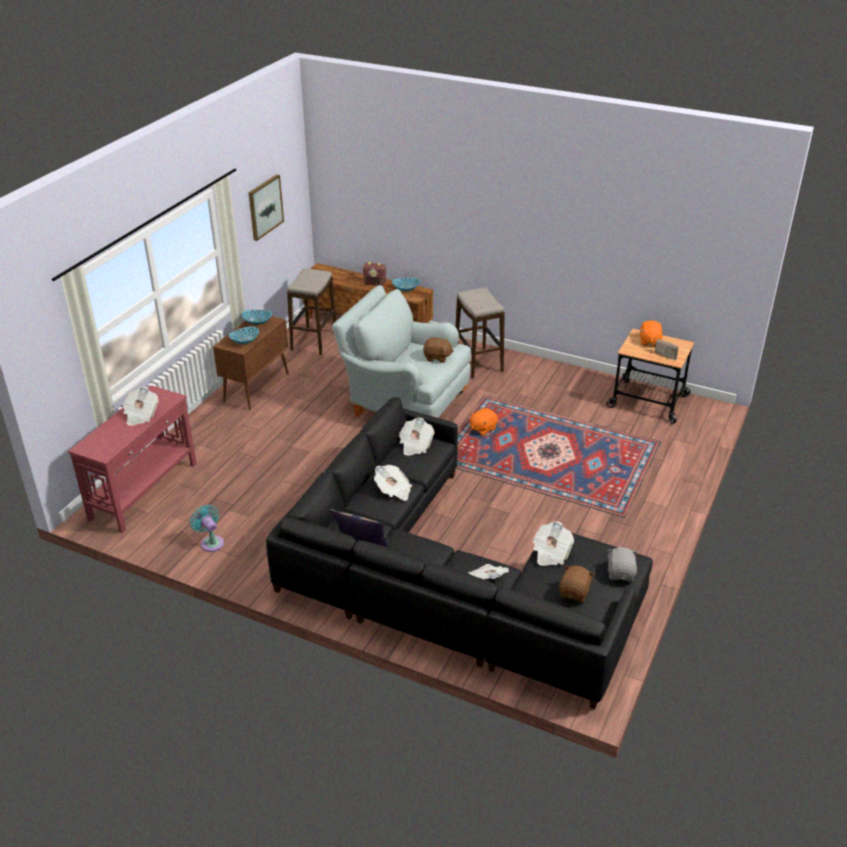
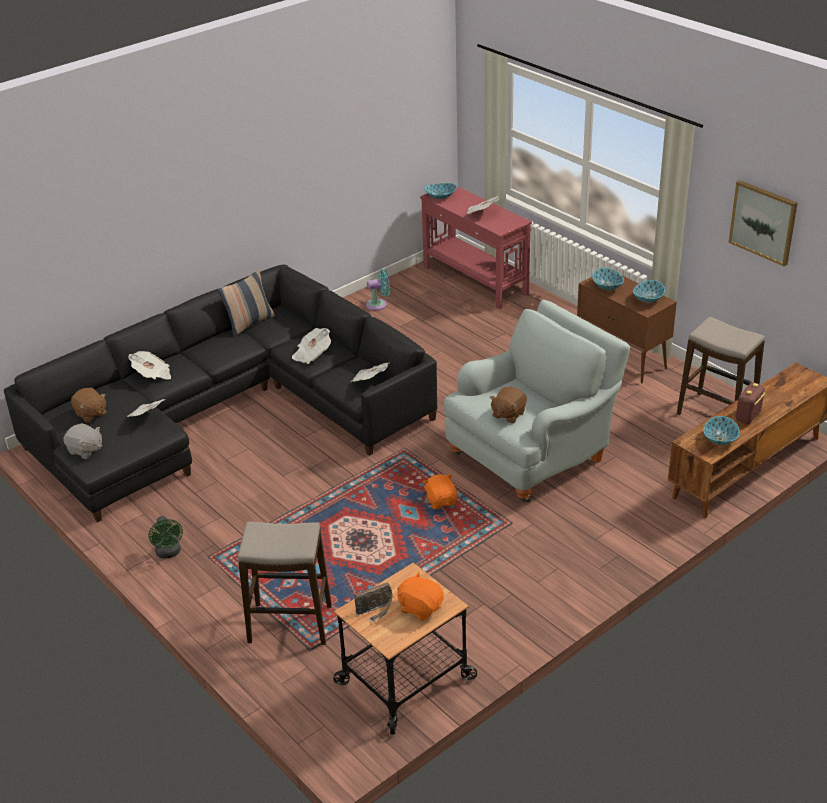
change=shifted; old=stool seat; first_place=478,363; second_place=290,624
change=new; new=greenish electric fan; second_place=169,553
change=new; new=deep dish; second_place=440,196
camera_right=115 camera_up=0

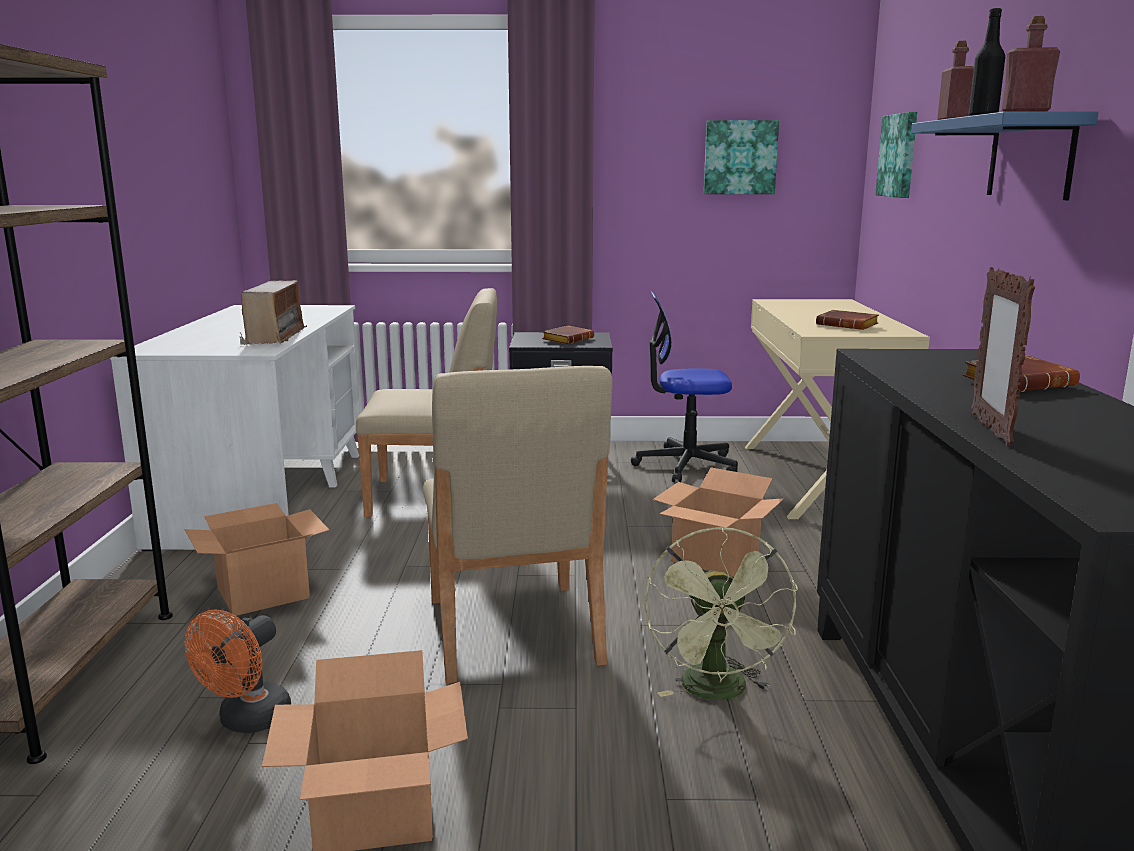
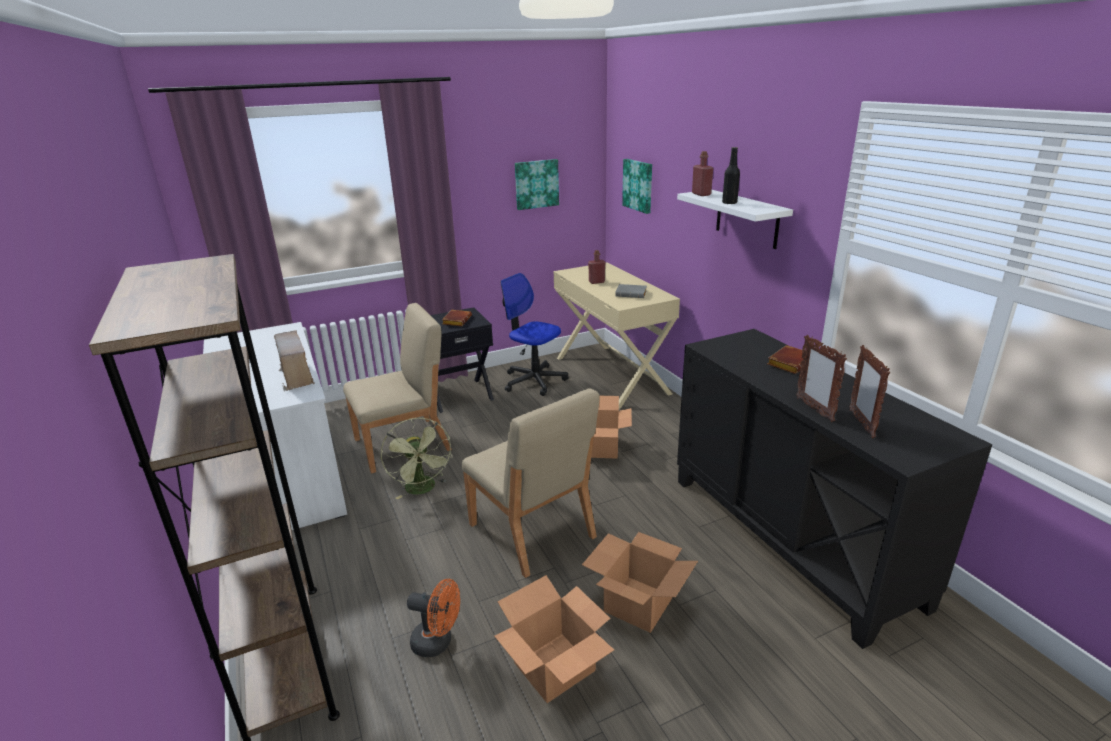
change=shifted; old=cardboard box; first_place=262,594; second_place=638,605
change=rotated; old=orange electric fan; first_place=247,722; second_place=438,642; degrees=-75
change=rotated; old=computer chair; first_place=686,465; second_place=534,381; degrees=60
change=shifted; old=greenish electric fan; first_place=718,692; second_place=423,489
change=repainted; old=brown volume; new=greyish volume; first_place=849,325; second_place=632,294
change=repainted; old=bluish wall shelf; new=white-coloured wall shelf; first_place=1030,158; second_place=747,219
change=shifted; old=red bottle; first_place=1025,112; second_place=596,282
change=new; new=standing frame; second_place=861,423
camera_right=-25 camera_up=10

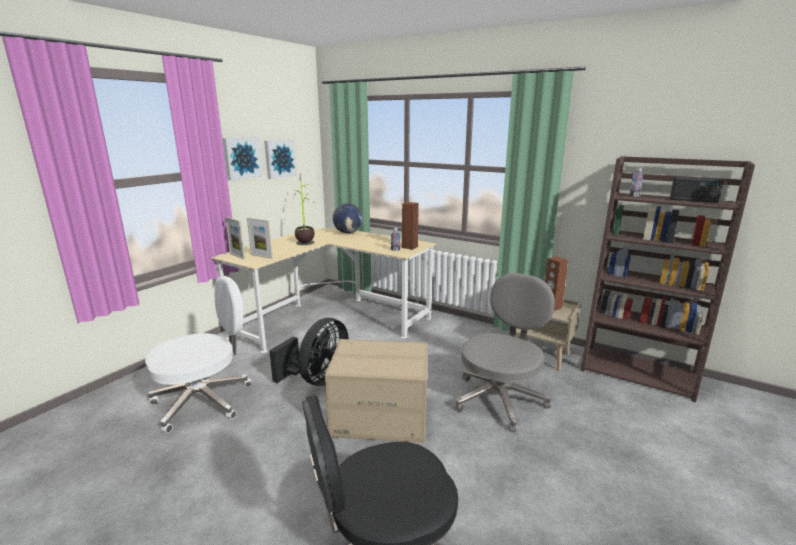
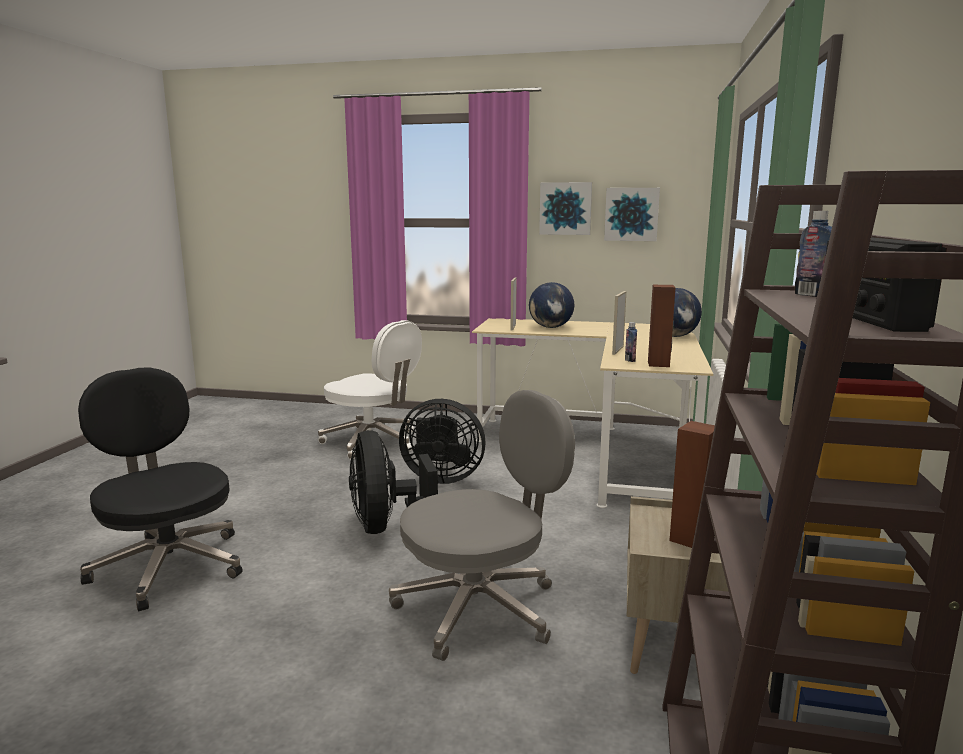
change=shifted; old=standing frame; first_place=237,256; second_place=617,350
change=gone; old=plant in a pot; first_place=305,239
change=swapped; old=cardboard box; new=blackish electric fan; first_place=380,416; second_place=386,525
change=rotated; old=greyish computer chair; first_place=500,398; second_place=480,608; degrees=-45
change=new; new=globe; second_place=551,327
camera_right=70 camera_up=-5

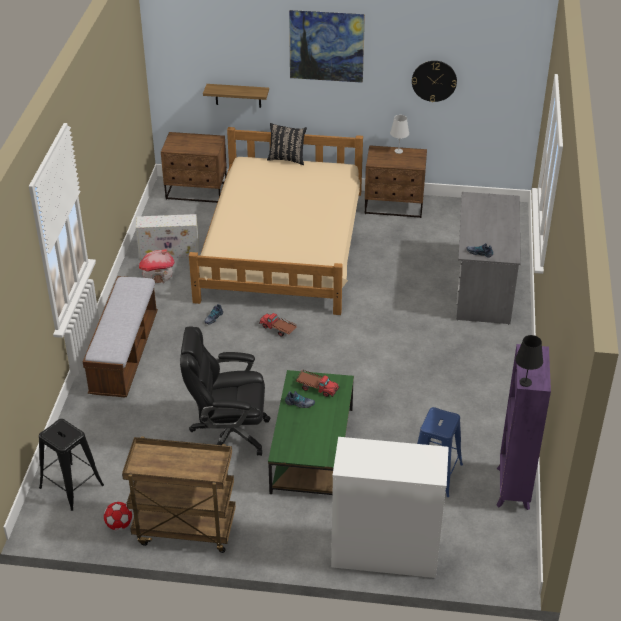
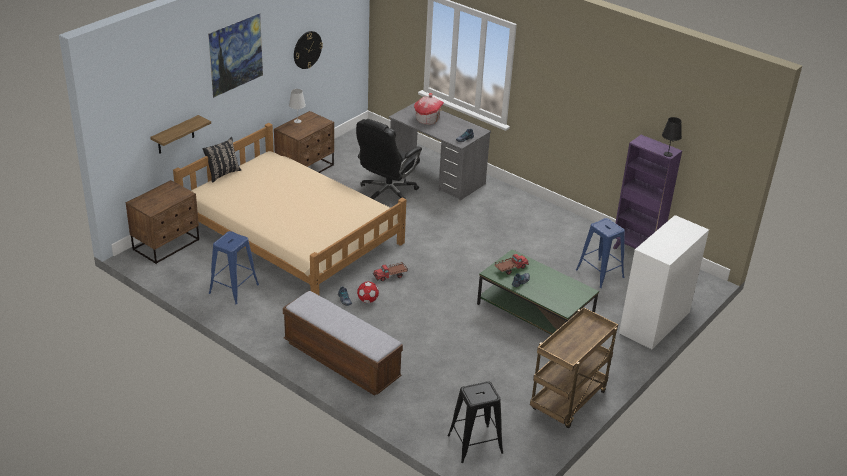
change=shifted; old=football ball; first_place=119,525; second_place=367,300
change=swapped; old=white-coloured storage box; new=bluish stool seat; first_place=170,252; second_place=233,289
change=shifted; old=toy house; first_place=158,276; second_place=427,119
change=shifted; old=blackish computer chair; first_place=228,434; second_place=387,193
camera_right=-60 camera_up=-5

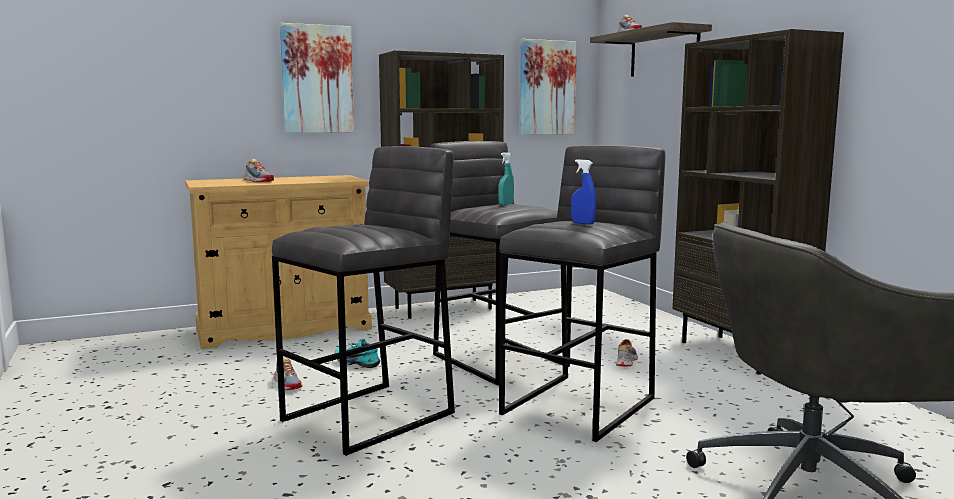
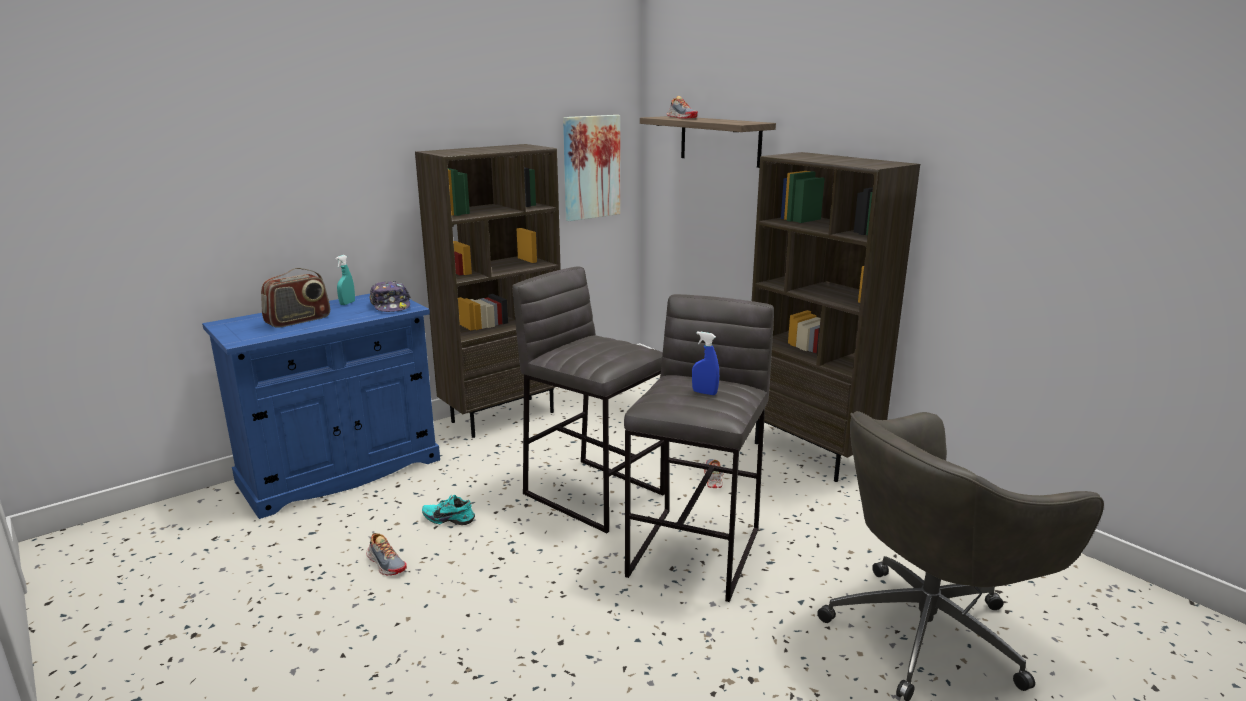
change=repainted; old=beige-coloured storage cabinet; new=bluish storage cabinet; first_place=284,328; second_place=340,471
change=swapped; old=item of footwear; new=radio; first_place=258,181; second_place=298,320
change=gone; old=greyish stool seat; first_place=370,416
change=gone; old=wall art; first_place=317,79
change=shifted; old=blue-green spray bottle; first_place=506,204; second_place=347,303
change=new; new=cap; second_place=391,305
camera_right=-15 camera_up=10

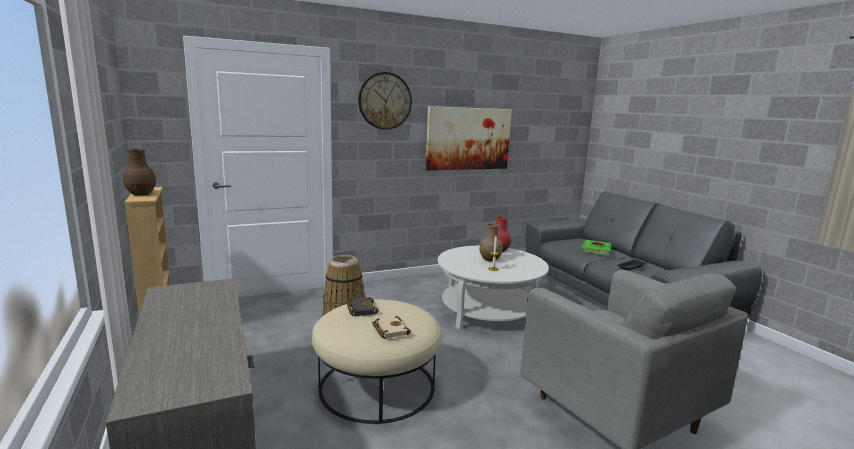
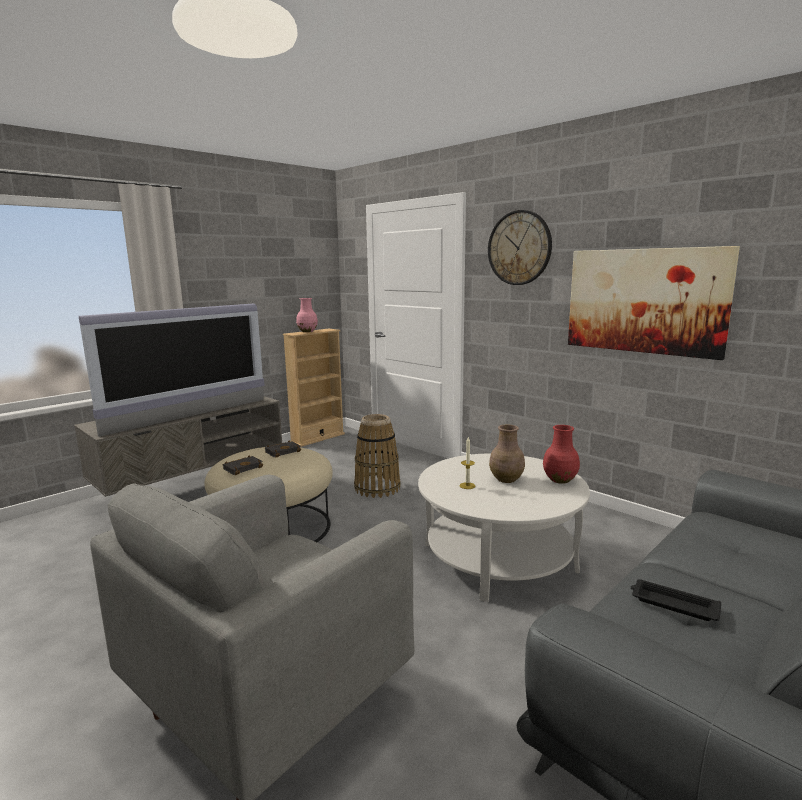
change=repainted; old=brown vase; new=pink vase; first_place=140,194; second_place=307,331
change=repainted; old=beige-coloured volume; new=blackish volume; first_place=389,330; second_place=243,467
change=gone; old=greenish volume; first_place=596,250
change=new; new=TV; second_place=190,416
camera_right=70 camera_up=0

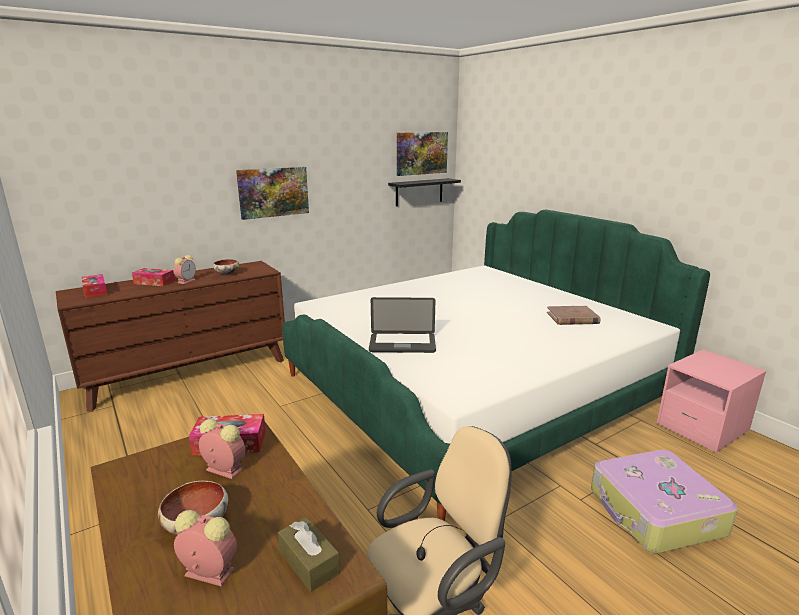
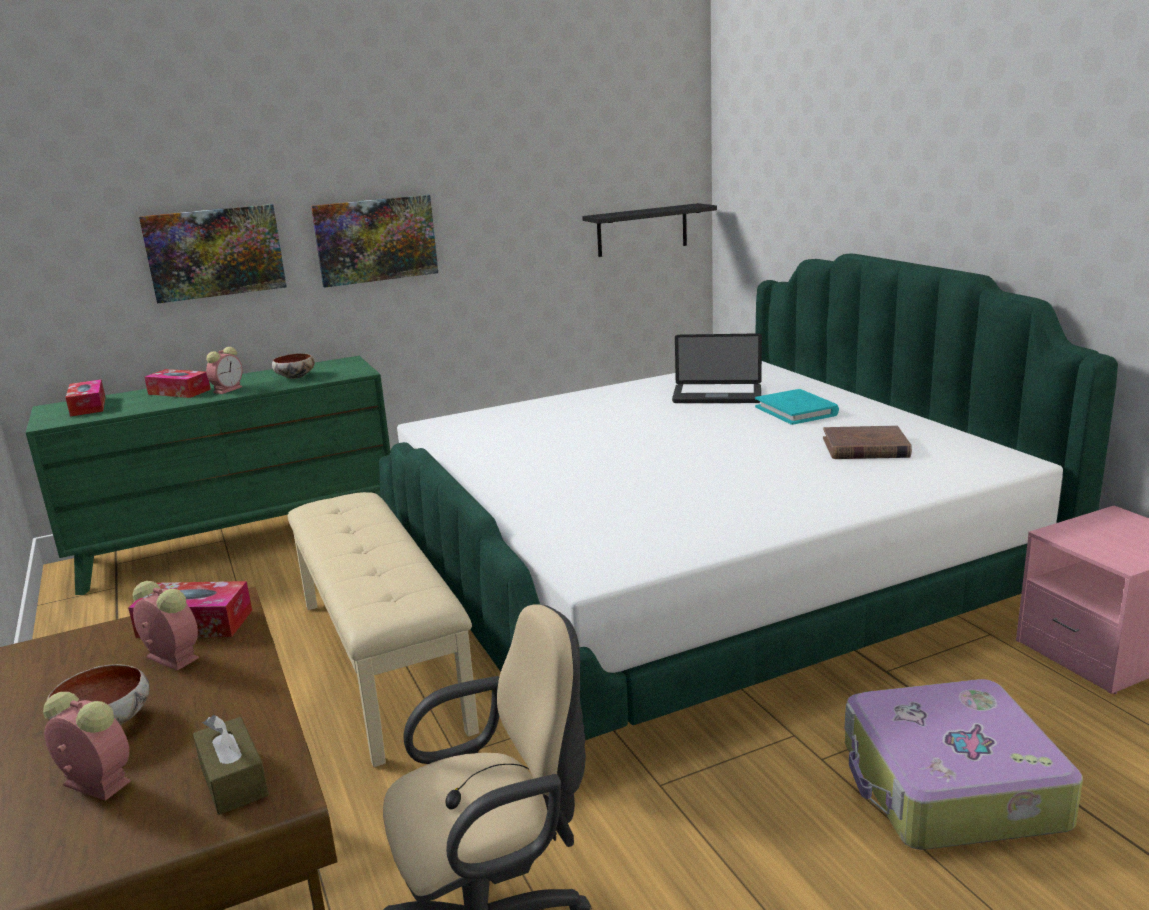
change=repainted; old=brown chest of drawers; new=greenish chest of drawers; first_place=189,373; second_place=240,541
change=shifted; old=laptop; first_place=402,344; second_place=717,395
change=shifted; old=wall art; first_place=421,153; second_place=215,252
change=new; new=beige-coloured bench; second_place=384,662
change=new; new=blue-green volume; second_place=796,411
camera_right=10 camera_up=0

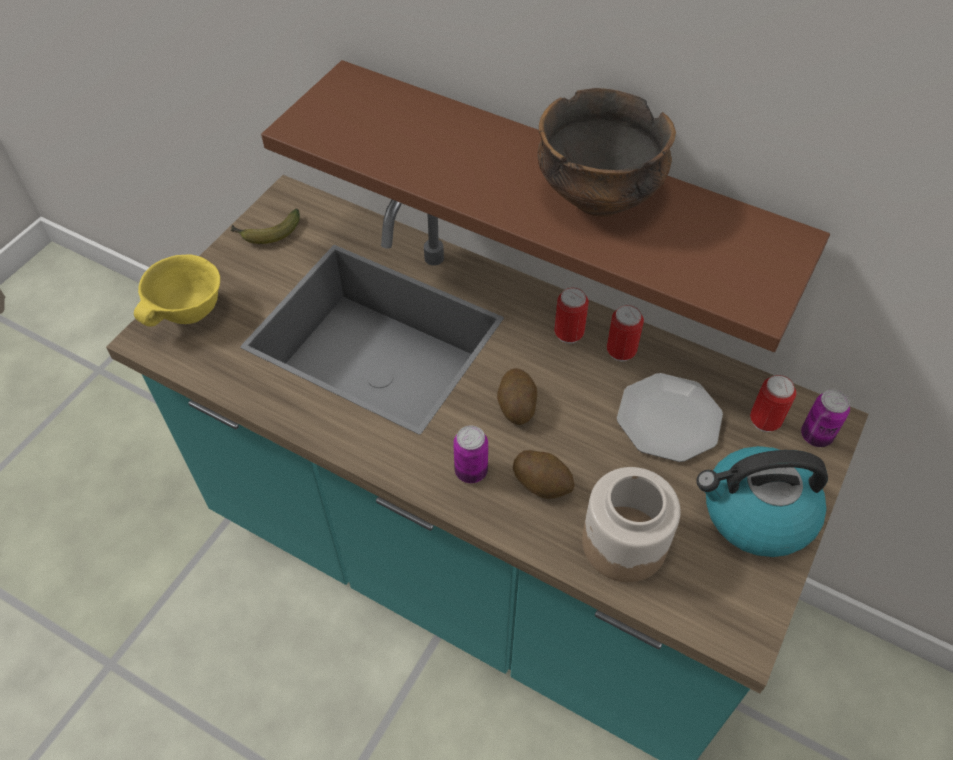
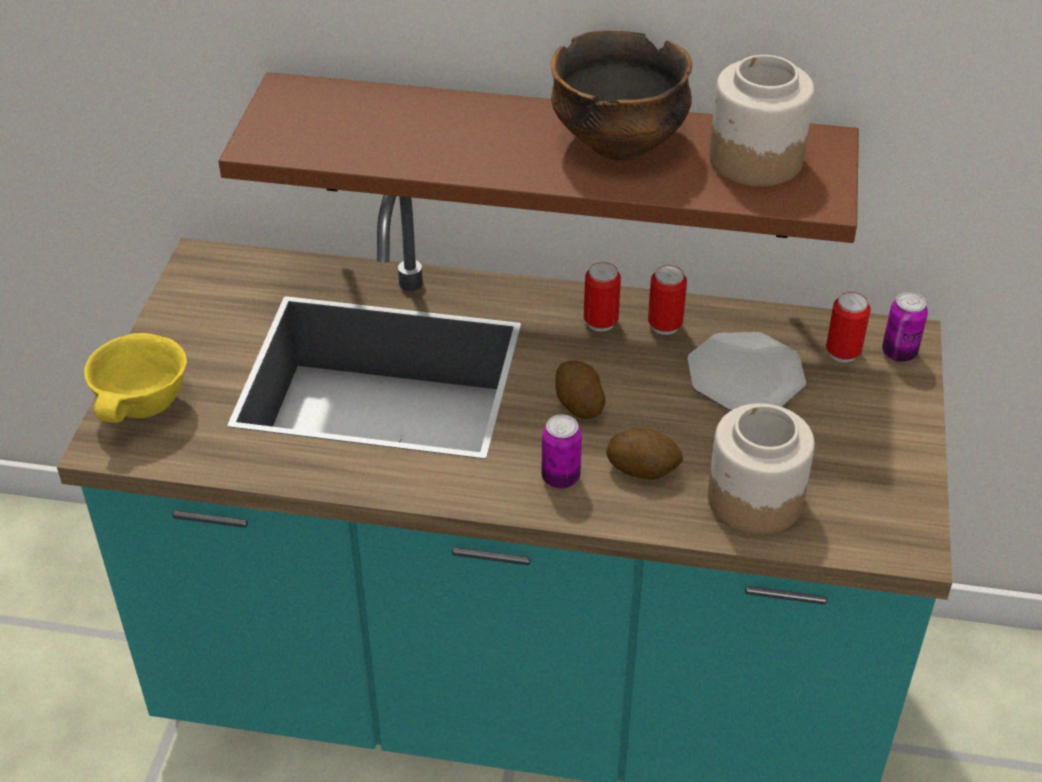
change=gone; old=banana; first_place=267,233
change=gone; old=kettle; first_place=755,514
change=new; new=preserve jar; second_place=755,159
camera_right=-20 camera_up=-10

